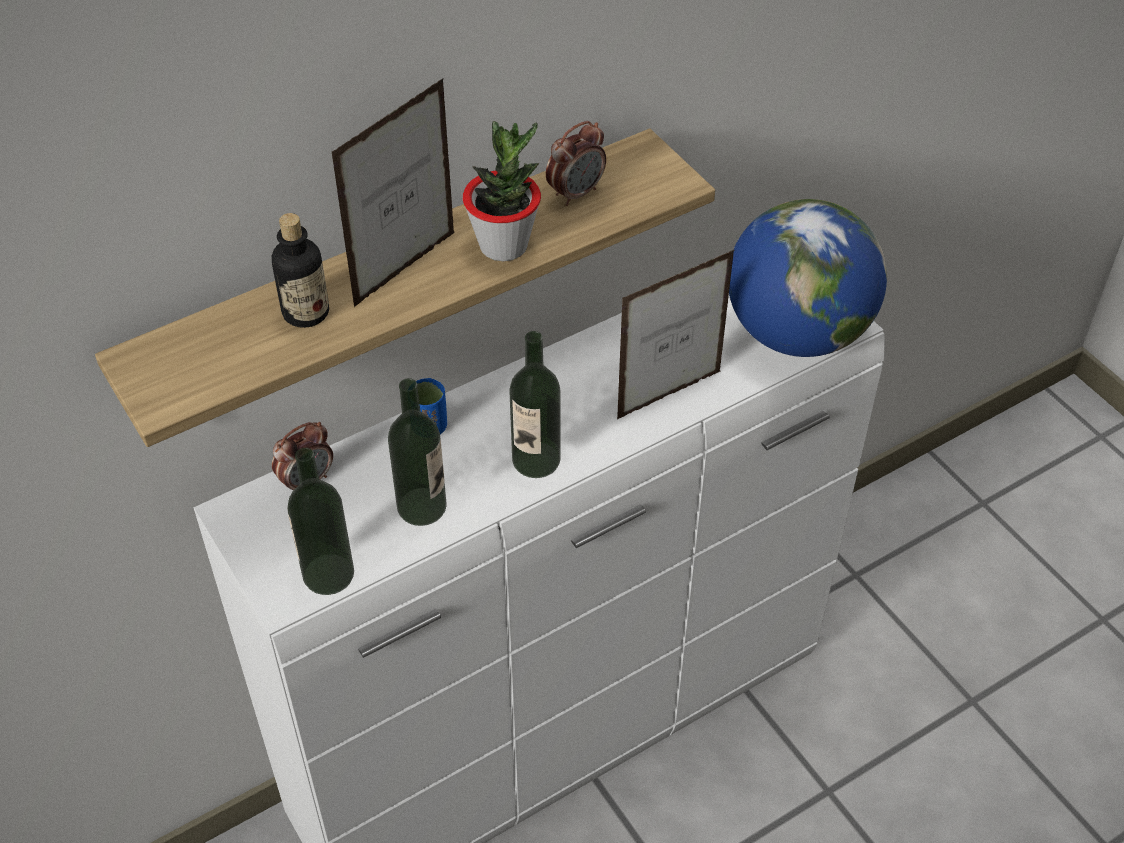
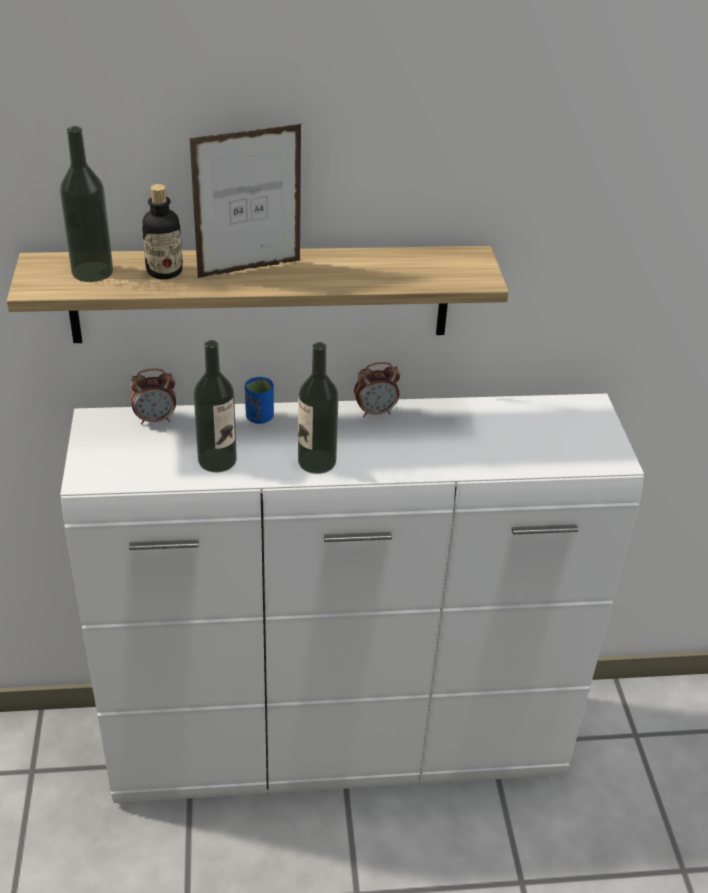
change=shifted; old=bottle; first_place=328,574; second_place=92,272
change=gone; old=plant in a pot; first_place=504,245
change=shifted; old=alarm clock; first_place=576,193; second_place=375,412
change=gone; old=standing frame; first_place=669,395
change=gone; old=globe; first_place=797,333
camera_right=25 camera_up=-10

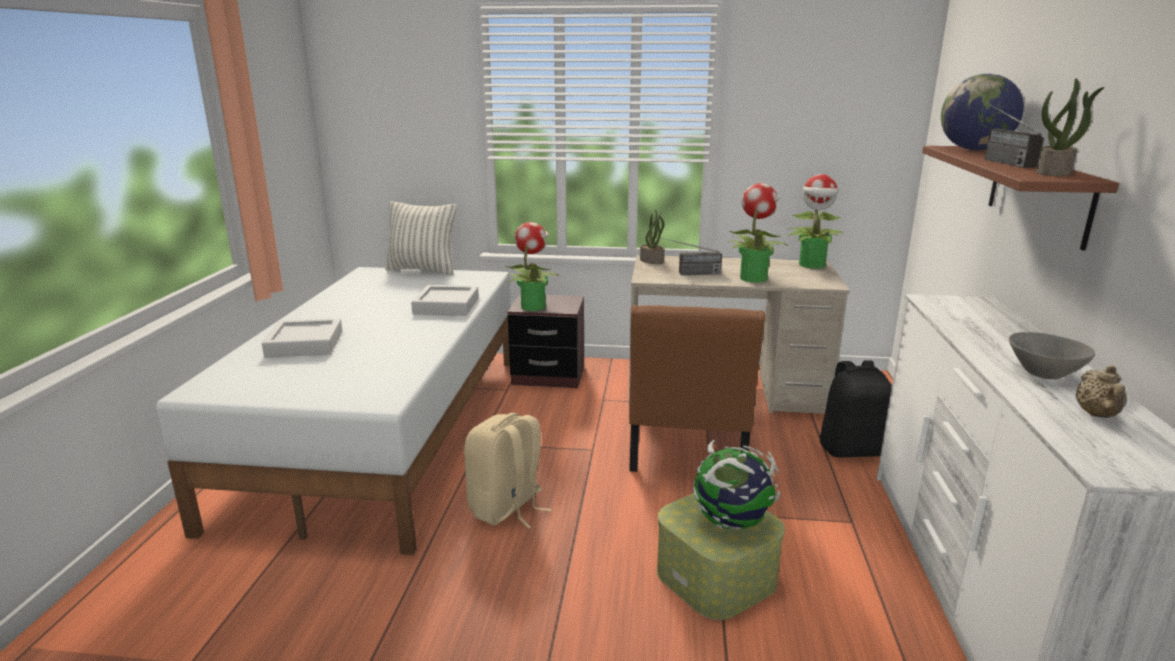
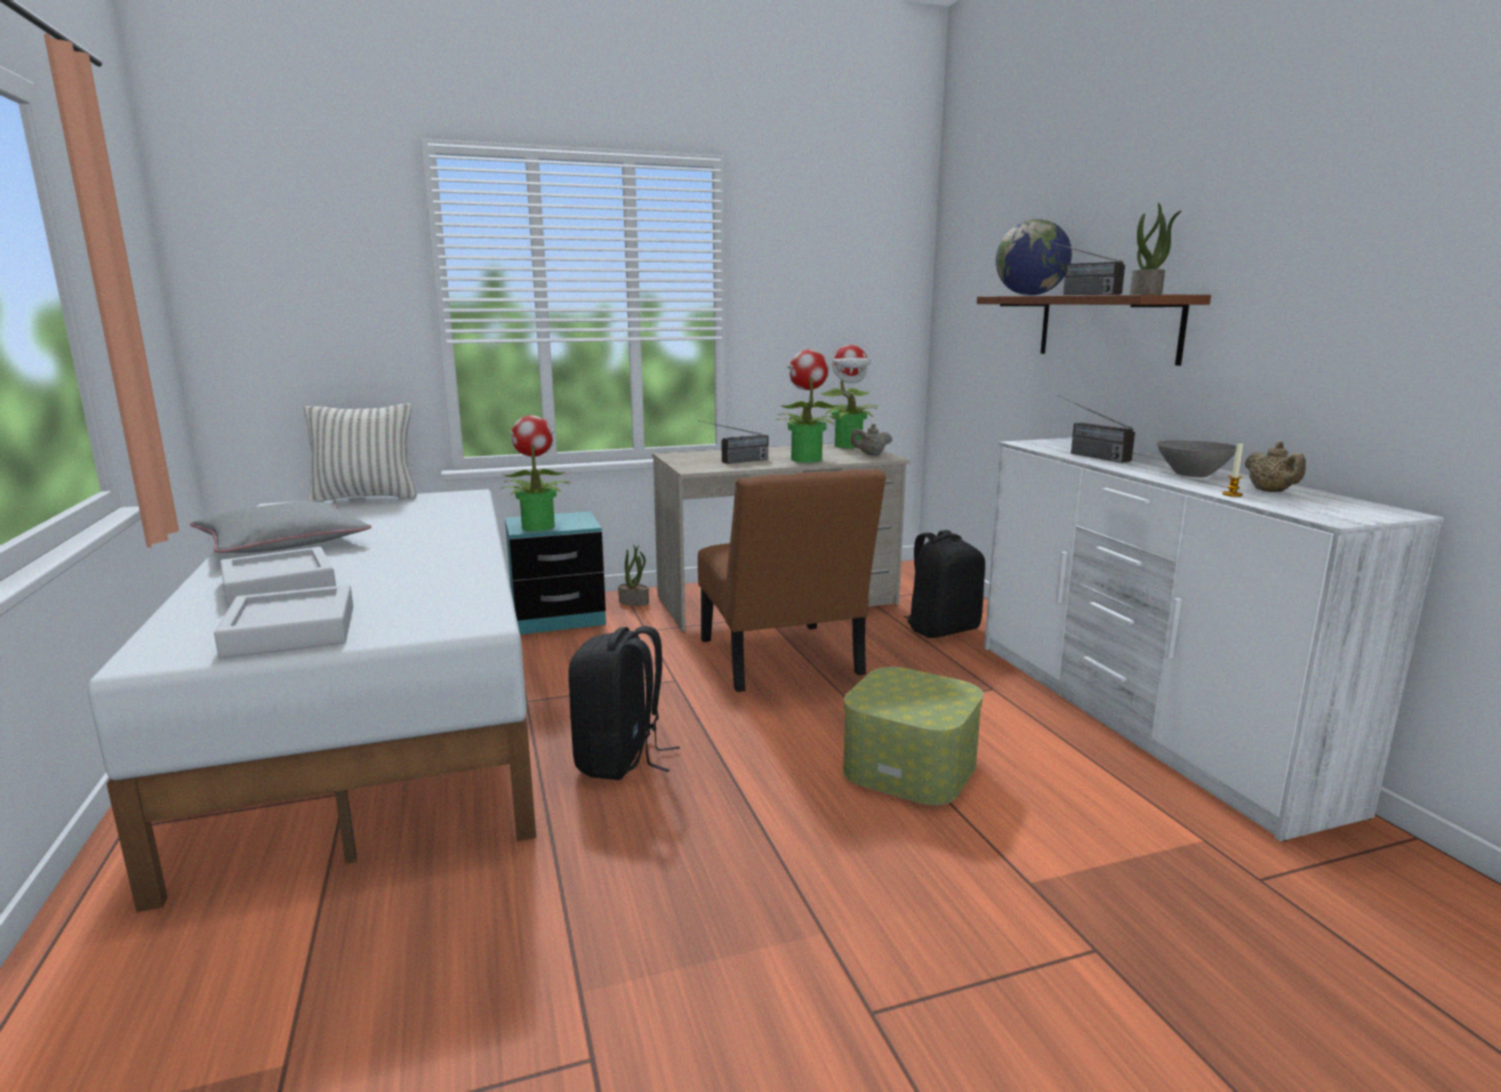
change=shifted; old=greyish tray; first_place=446,306; second_place=291,631
change=repainted; old=beige-coloured rucksack; new=blackish rucksack; first_place=507,508; second_place=620,759
change=repainted; old=brown bedside table; new=blue-green bedside table; first_place=548,376; second_place=558,618
change=shifted; old=plant in a pot; first_place=652,261; second_place=634,602
change=gone; old=globe; first_place=732,522
change=new; new=greyish cushion; second_place=283,542
change=new; new=beige-coloured teapot; second_place=871,455
change=new; new=radio; second_place=1085,455
change=new; new=wax light; second_place=1232,494
camera_right=-25 camera_up=-5

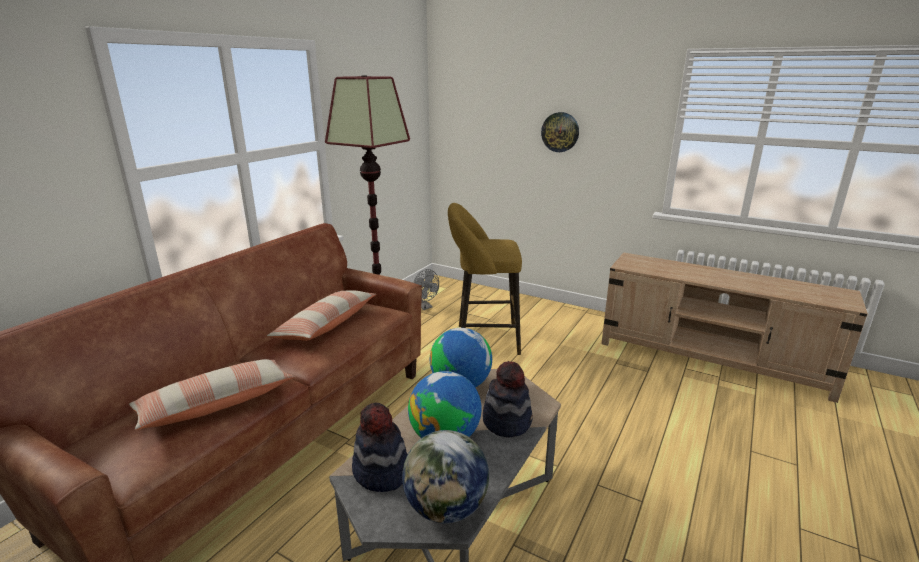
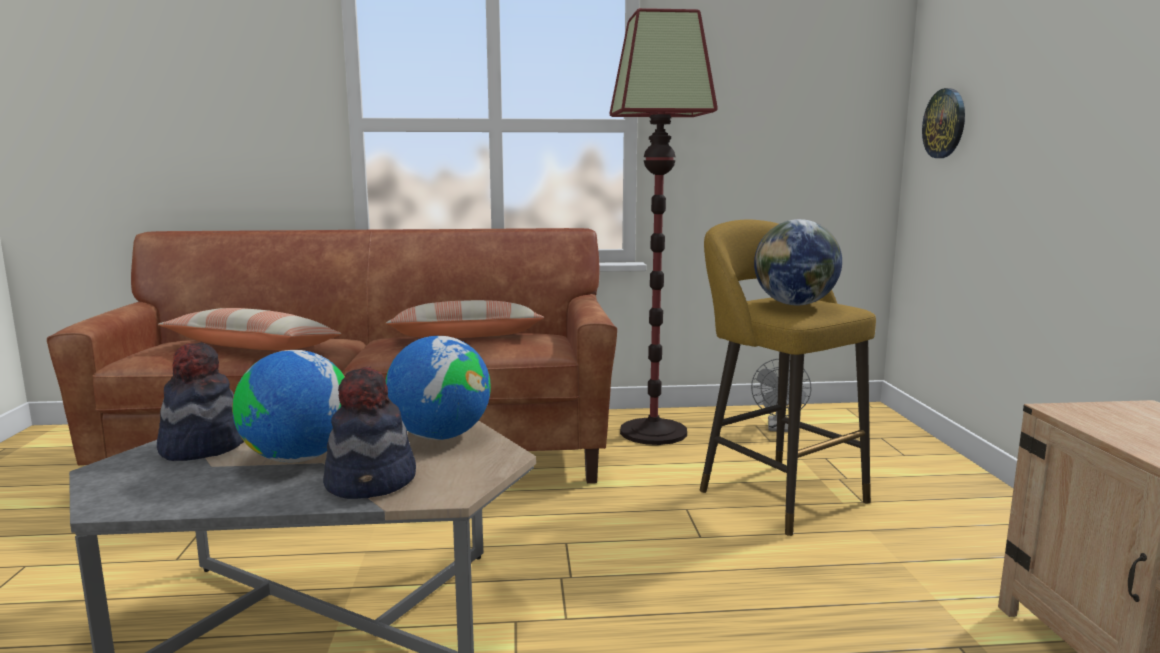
change=shifted; old=globe; first_place=446,508; second_place=795,304
change=shifted; old=wall clock; first_place=560,132; second_place=945,123
camera_right=55 camera_up=-10

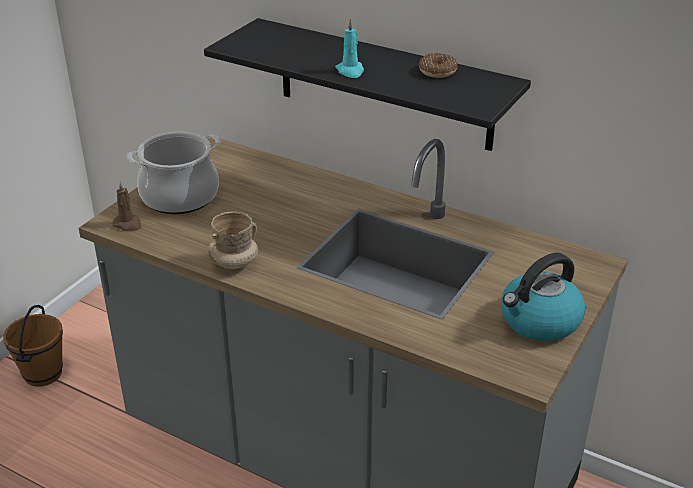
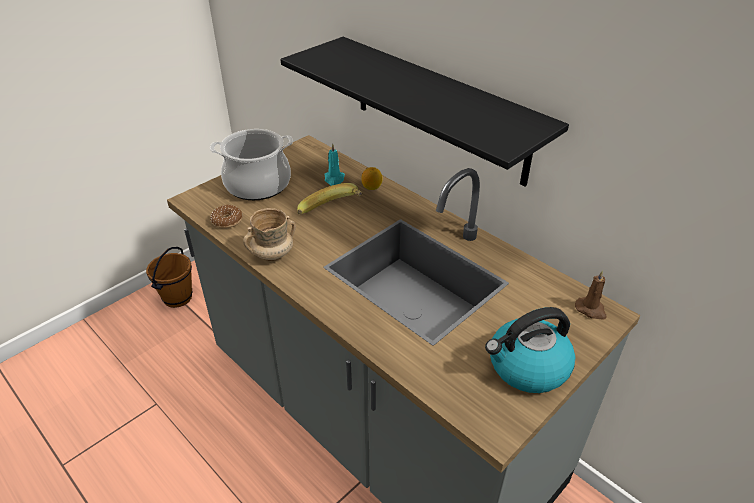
change=shifted; old=brown wax light; first_place=128,224; second_place=591,310
change=shifted; old=blue-green wax light; first_place=350,71; second_place=334,179
change=shifted; old=ring doughnut; first_place=437,71; second_place=227,221
change=new; new=banana; second_place=333,213
change=new; new=lemon; second_place=372,187
camera_right=15 camera_up=5

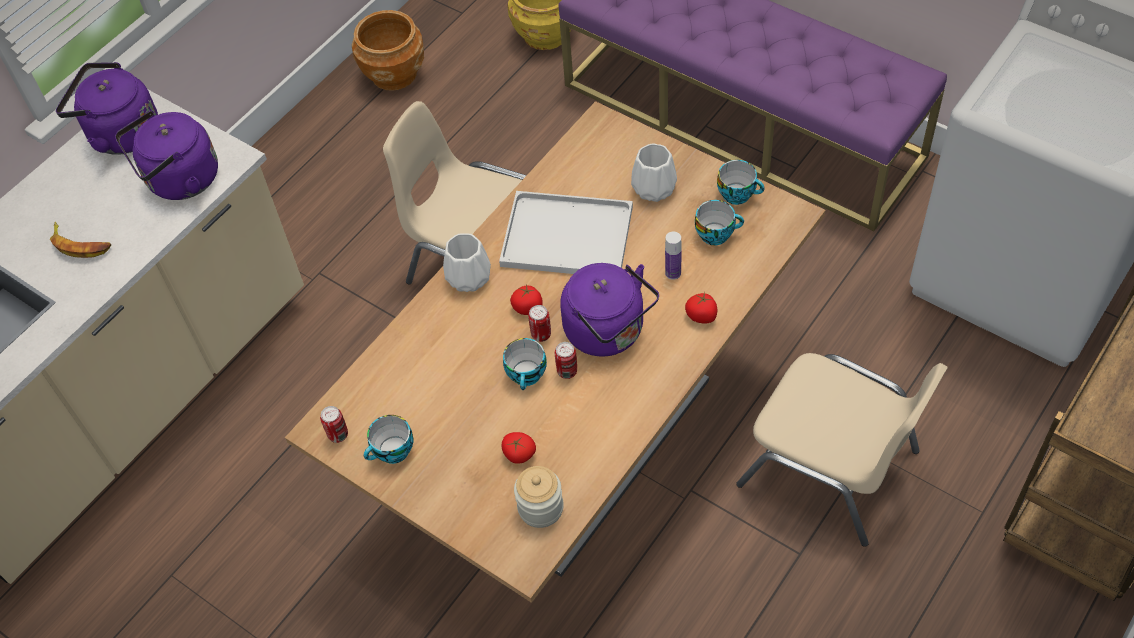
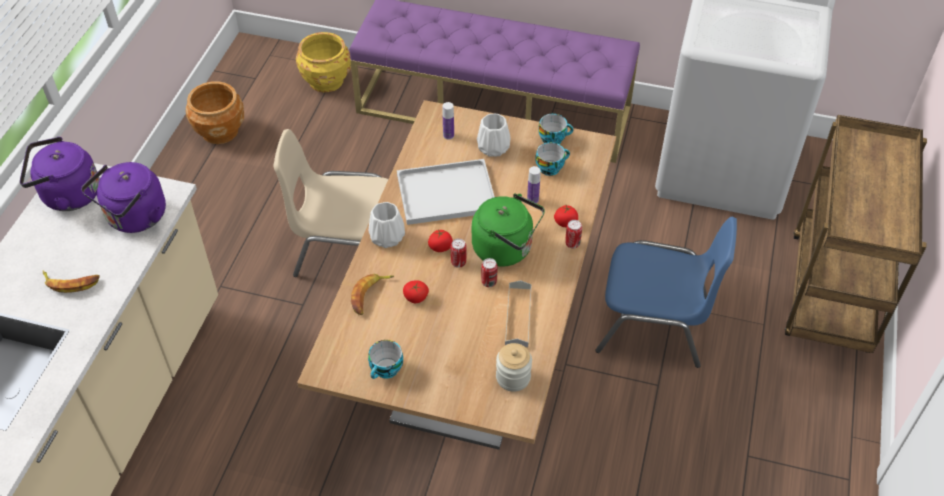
change=shifted; old=sealed can; first_place=338,434; second_place=572,243
change=shifted; old=tomato; first_place=518,454; second_place=415,298
change=gone; old=cup; first_place=527,375
change=repainted; old=purple kettle; new=greenish kettle; first_place=608,332; second_place=506,249
change=repainted; old=beige-coloured upright chair; new=bluish upright chair; first_place=831,468; second_place=654,323
change=new; new=banana; second_place=370,295
change=new; new=bottle; second_place=448,135
change=new; new=greyish tray; second_place=518,316
camera_right=-25 camera_up=-5

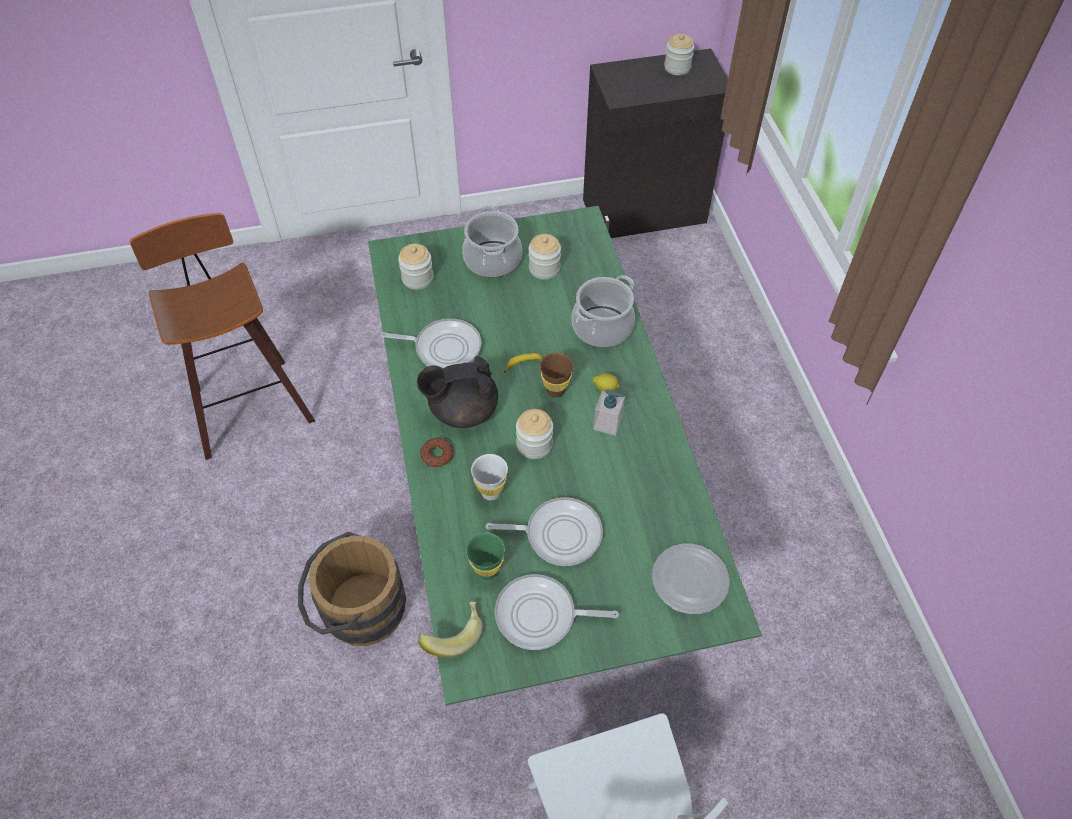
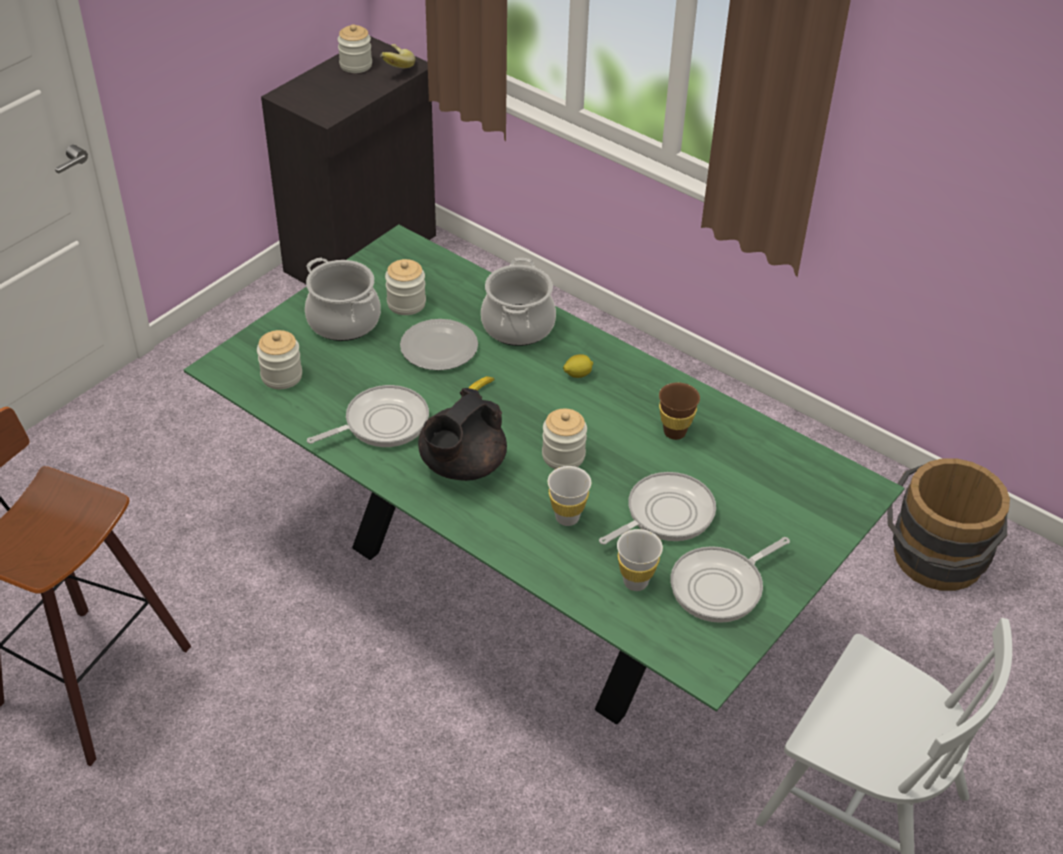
change=shifted; old=brown water bucket; first_place=356,611; second_place=933,562
change=shifted; old=banana; first_place=453,634; second_place=394,67
change=gone; old=ring doughnut; first_place=437,455
change=repainted; old=greenish cup; new=white-coloured cup; first_place=487,571; second_place=635,582
change=shifted; old=brown cup; first_place=555,390; second_place=674,432
change=gone; old=liquid soap bottle; first_place=608,423
change=shifted; old=dinner plate; first_place=689,581; second_place=439,348
camera_right=-40 camera_up=-10

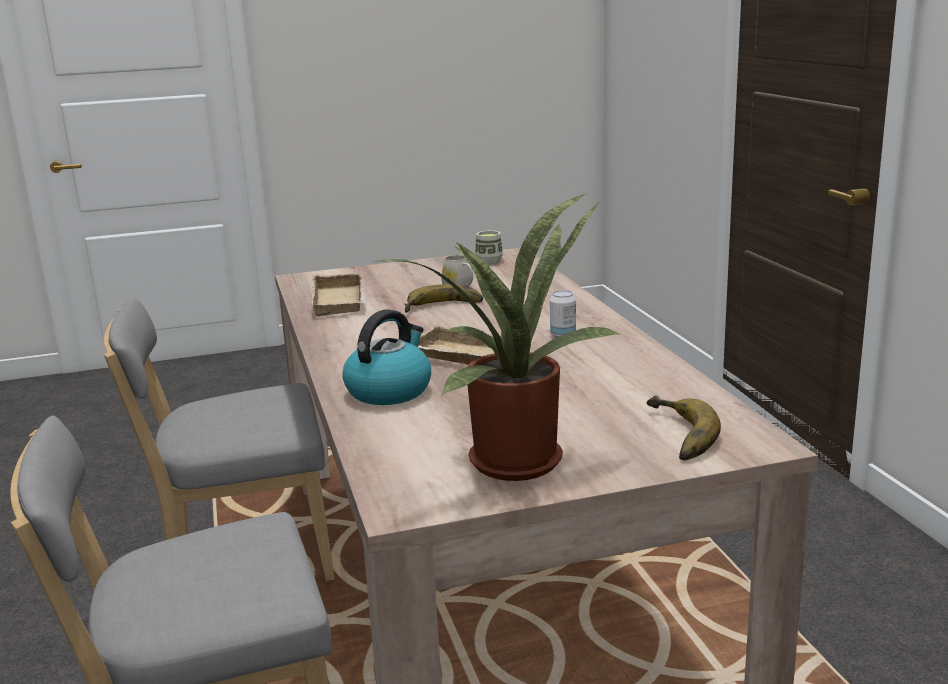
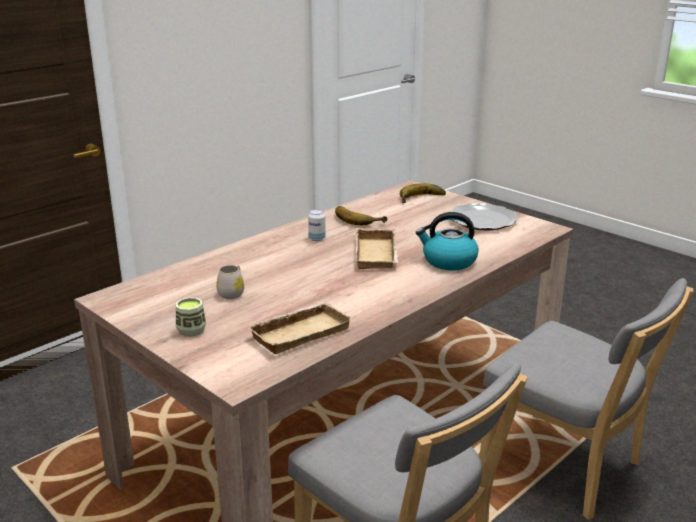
change=swapped; old=plant in a pot; new=dinner plate; first_place=512,458; second_place=482,220
change=shifted; old=banana; first_place=444,307; second_place=359,218
change=shifted; old=cup; first_place=489,261; second_place=191,330
camera_right=-120 camera_up=5

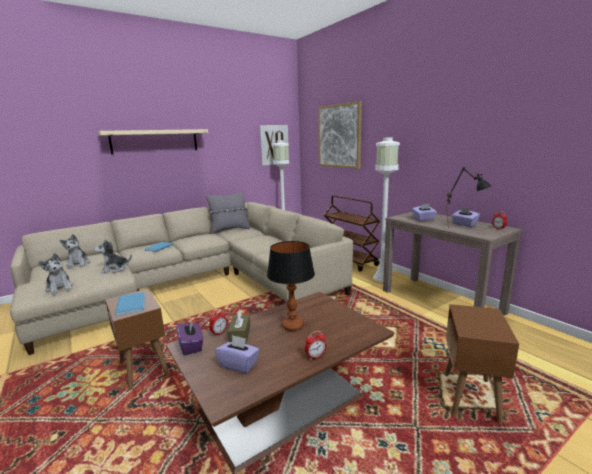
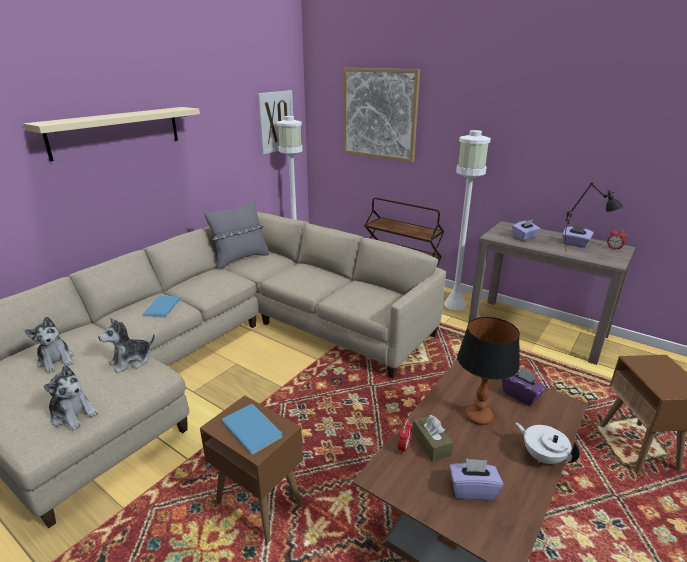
change=shifted; old=purple tissue box; first_place=191,346; second_place=521,395
change=swapped; old=alarm clock; new=white-coloured teapot; first_place=315,356; second_place=542,456
camera_right=-20 camera_up=10

